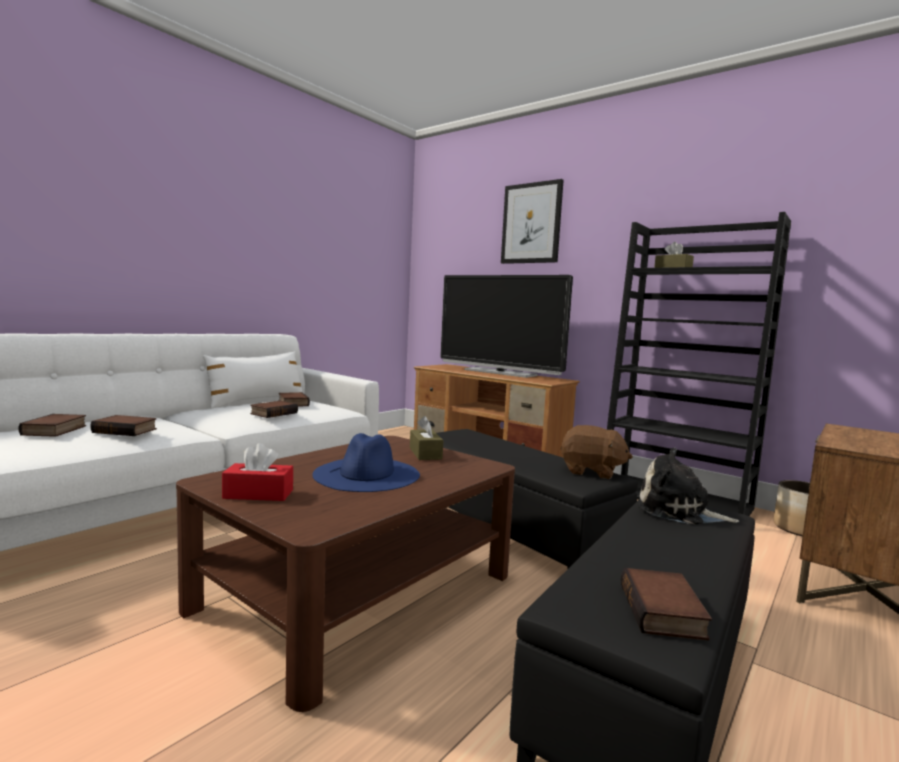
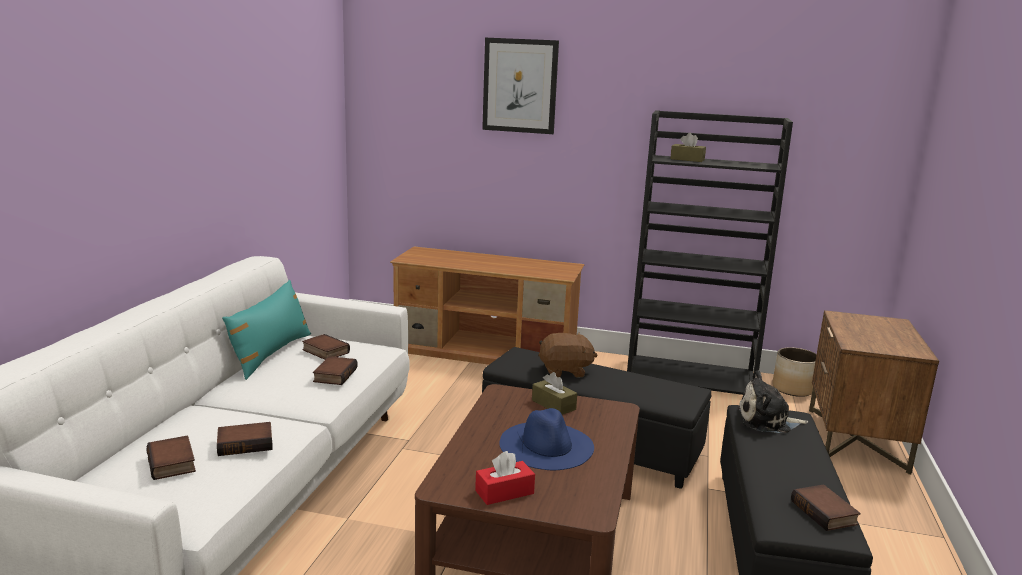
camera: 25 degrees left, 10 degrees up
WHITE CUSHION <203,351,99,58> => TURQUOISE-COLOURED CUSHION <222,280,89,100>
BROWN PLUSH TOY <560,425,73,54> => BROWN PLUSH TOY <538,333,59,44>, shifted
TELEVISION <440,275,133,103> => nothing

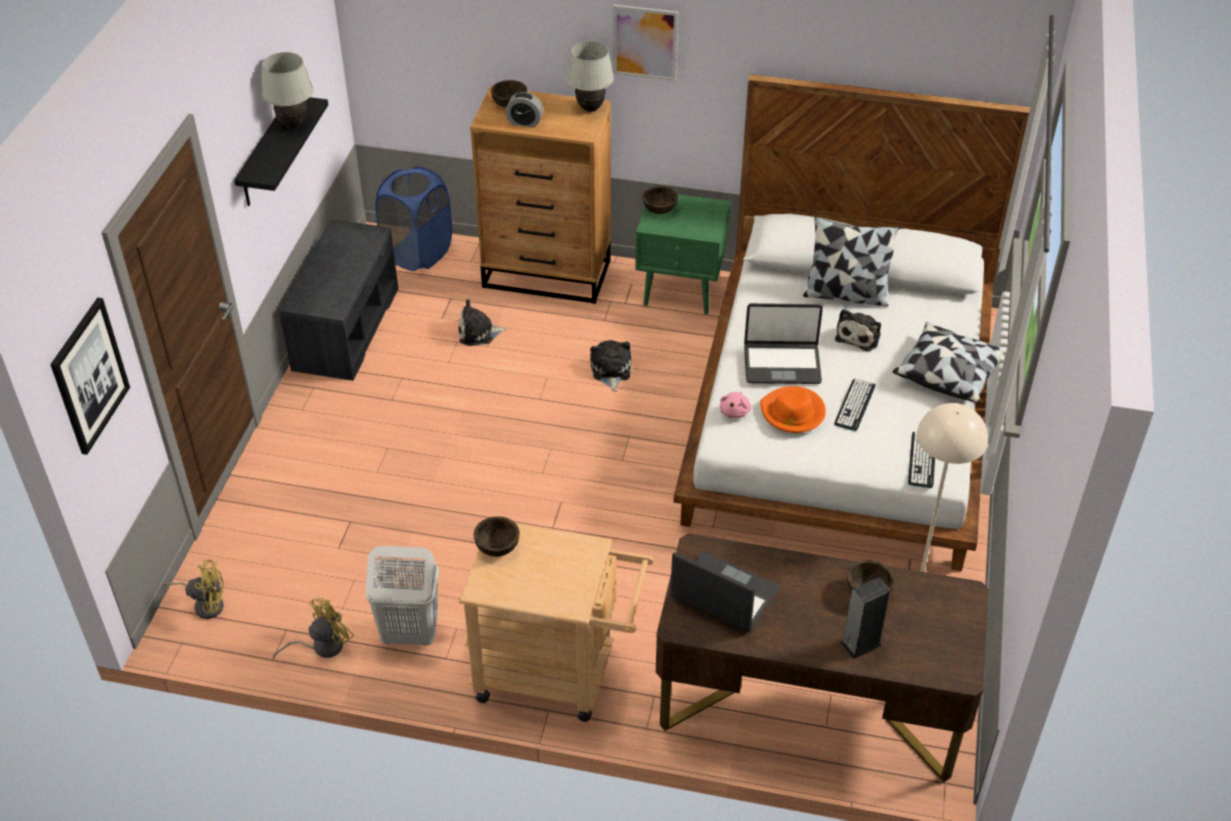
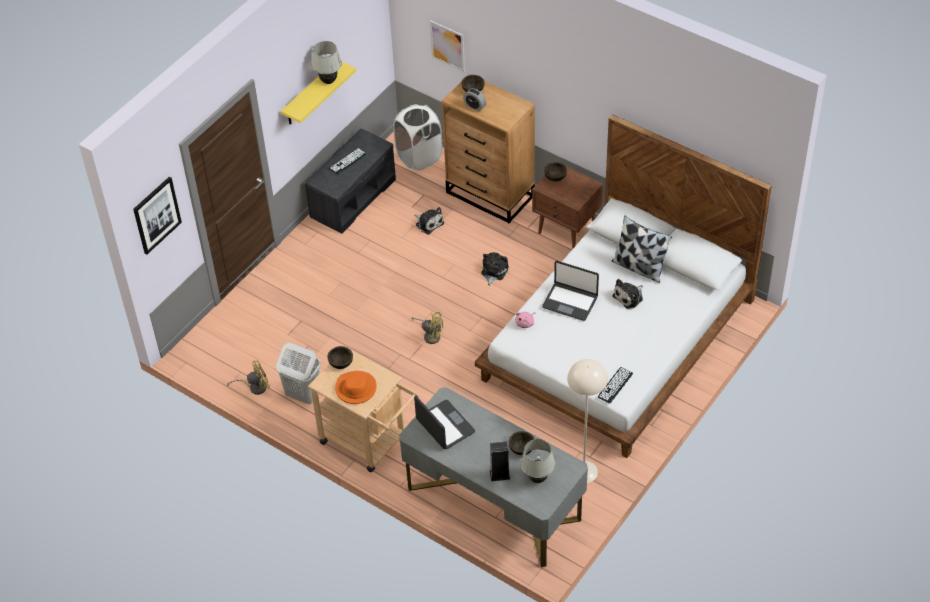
camera: 25 degrees right, 5 degrees up
BLACK BRACKET SHELF <234,97,94,109> => YELLOWISH BRACKET SHELF <281,62,75,62>
KEYBOARD <834,378,42,53> => KEYBOARD <329,148,38,27>, shifted
ORANGE-COLOURED HAT <760,386,66,47> => ORANGE-COLOURED HAT <335,371,41,33>, shifted
BLUE-COLOURED LAUNDRY BASKET <375,166,77,105> => WHITE LAUNDRY BASKET <393,104,50,67>
BROWN DESK <656,534,333,248> => GREY DESK <399,387,189,180>
YELLOWISH COOLING FAN <163,559,61,60> => YELLOWISH COOLING FAN <412,312,31,32>, shifted
PLUSH TOY <458,299,50,47> => PLUSH TOY <414,207,30,28>, 150 degrees counterclockwise
WALL ART <613,5,65,76> => WALL ART <430,20,35,52>, shifted
WHITE LAMP FOR A TABLE <567,41,47,71> => WHITE LAMP FOR A TABLE <520,439,35,44>, shifted
GREEN NIGHTSTAND <635,194,96,121> => BROWN NIGHTSTAND <532,166,71,83>
CUSHION <892,322,112,81> => nothing

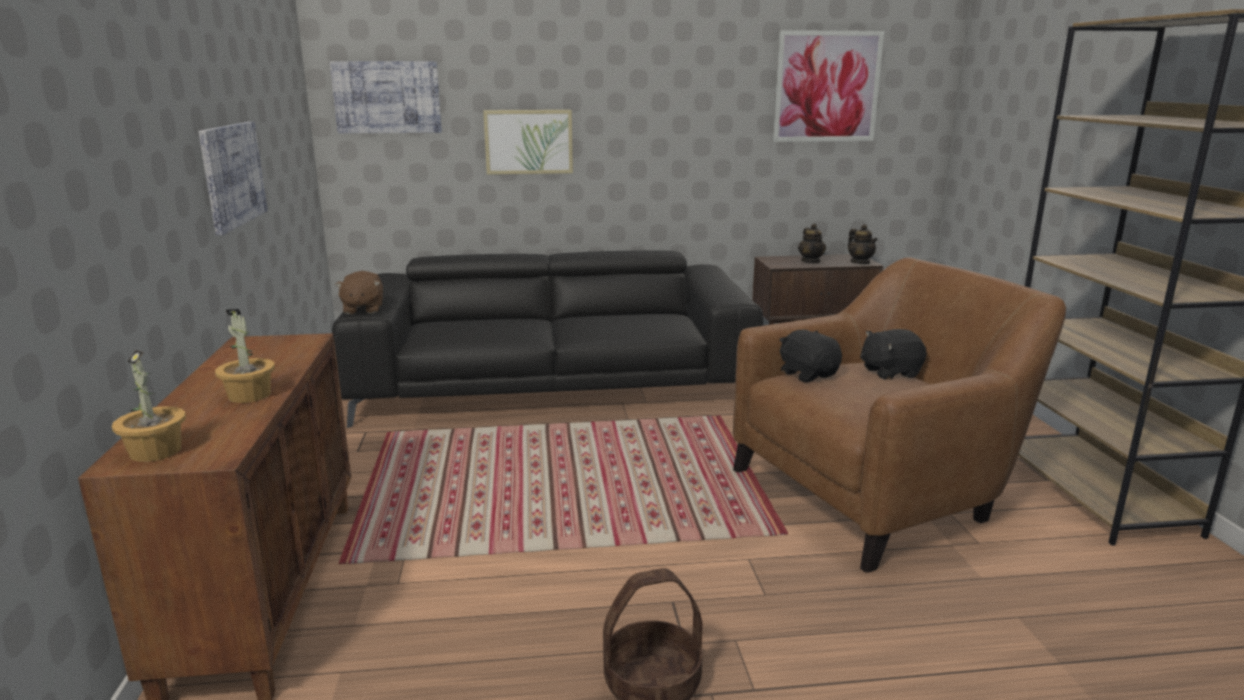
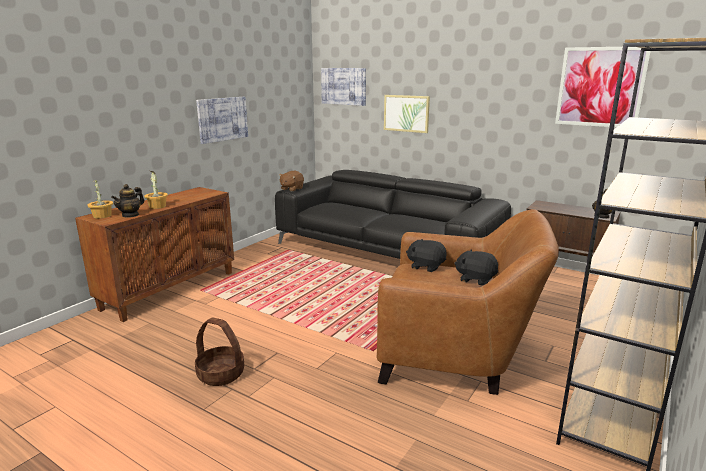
camera: 40 degrees right, 0 degrees up
TEA POT <798,223,28,40> => TEA POT <111,184,33,34>, shifted
BLACK PLUSH TOY <779,330,63,52> => BLACK PLUSH TOY <406,239,41,33>, 75 degrees counterclockwise

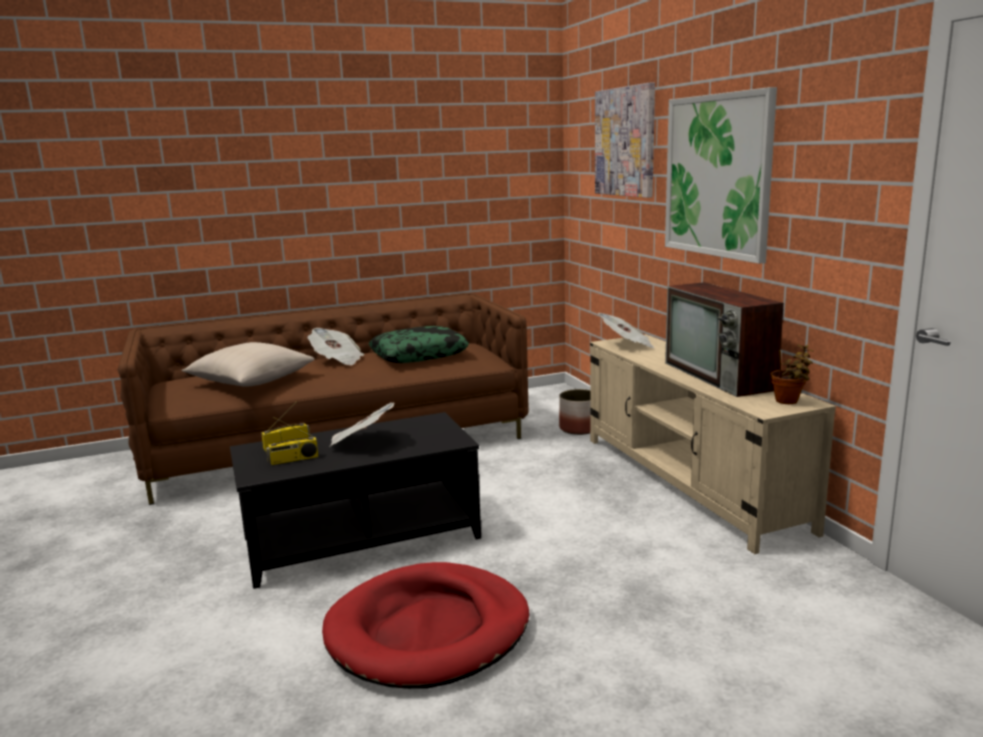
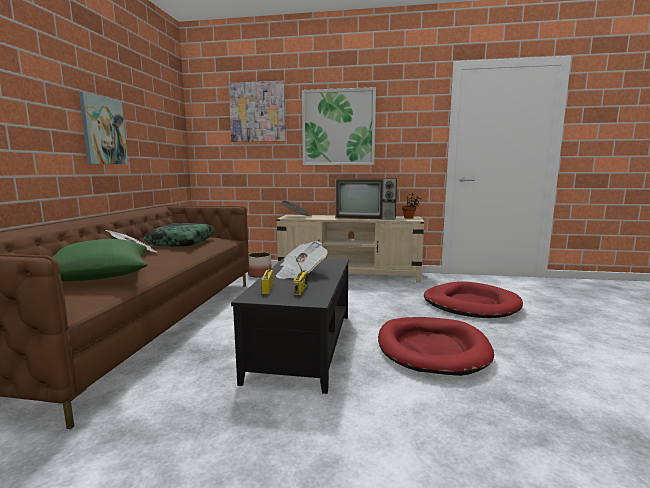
camera: 60 degrees left, 5 degrees down
BEIGE CUSHION <182,342,133,45> => GREEN CUSHION <52,239,95,42>
nothing => WALL ART <79,92,49,73>
nothing => RED DOG BED <424,281,99,37>

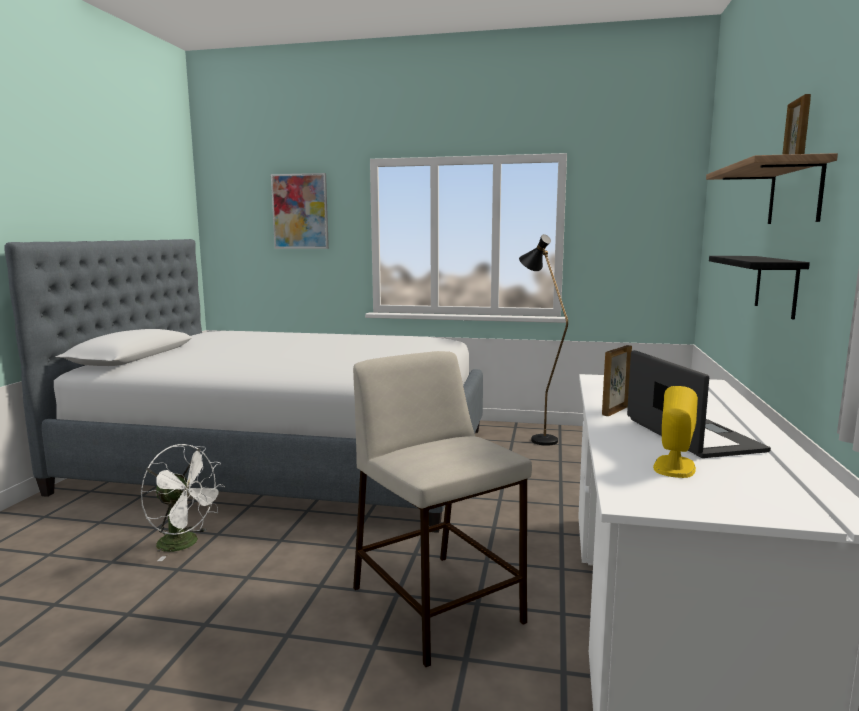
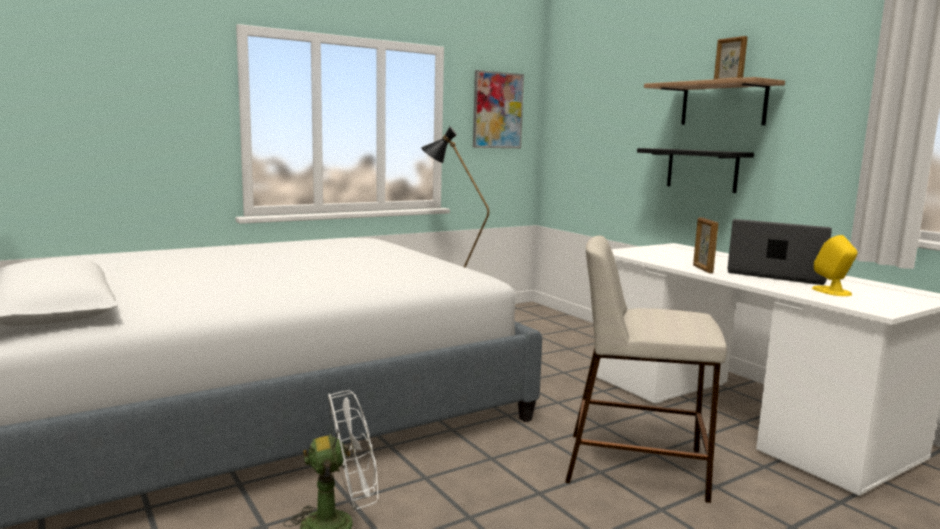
camera: 45 degrees left, 0 degrees up
WALL ART <271,173,58,76> => WALL ART <473,70,51,78>, shifted

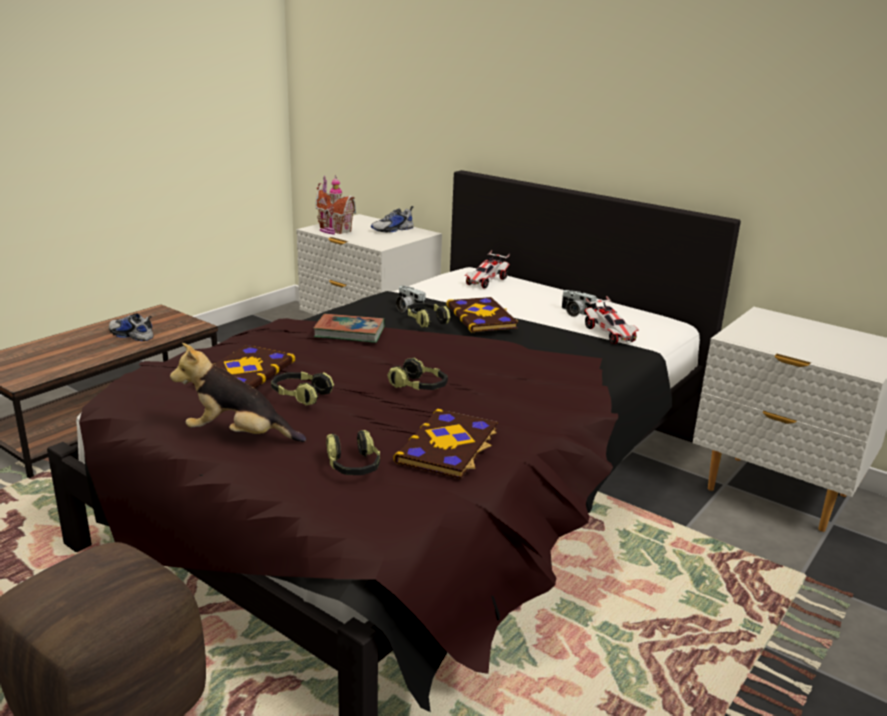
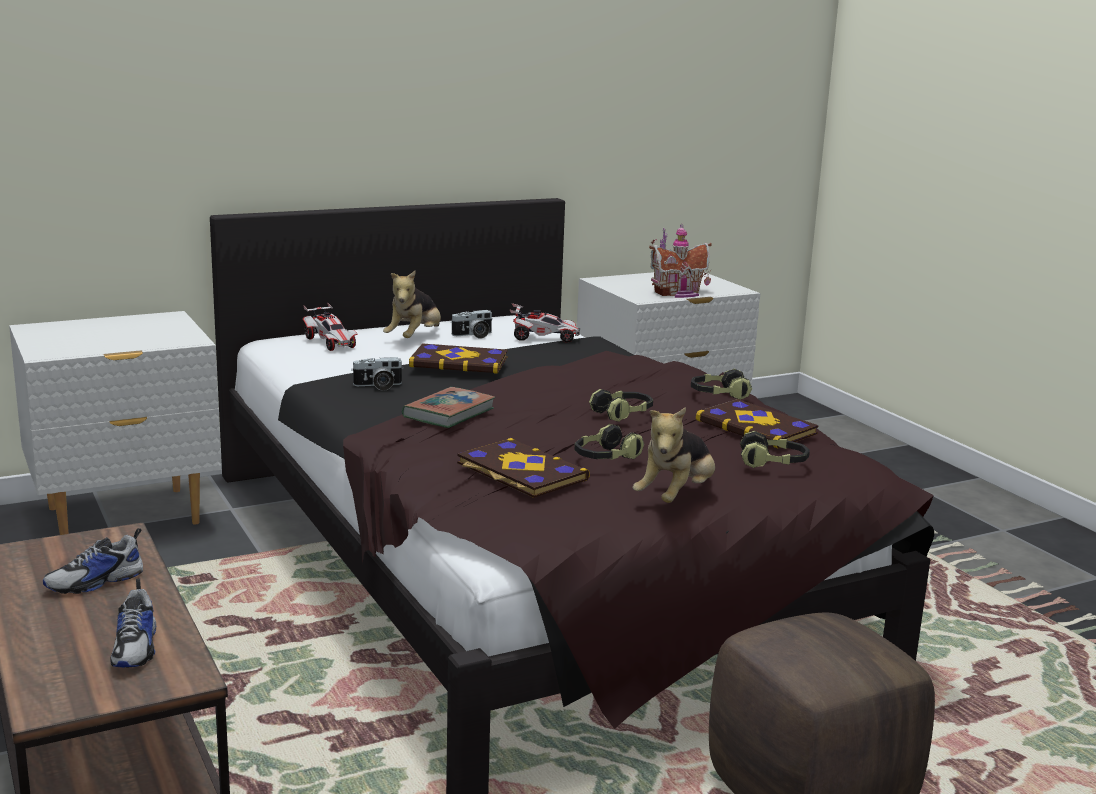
camera: 65 degrees left, 5 degrees down
LOW SHOE <371,206,43,27> => LOW SHOE <110,578,46,90>, shifted
nothing => PLUSH TOY <383,271,58,67>
TOY HOUSE <315,175,41,60> => TOY HOUSE <649,224,63,74>, shifted
HEADPHONES <407,303,43,25> => HEADPHONES <691,368,61,32>, shifted

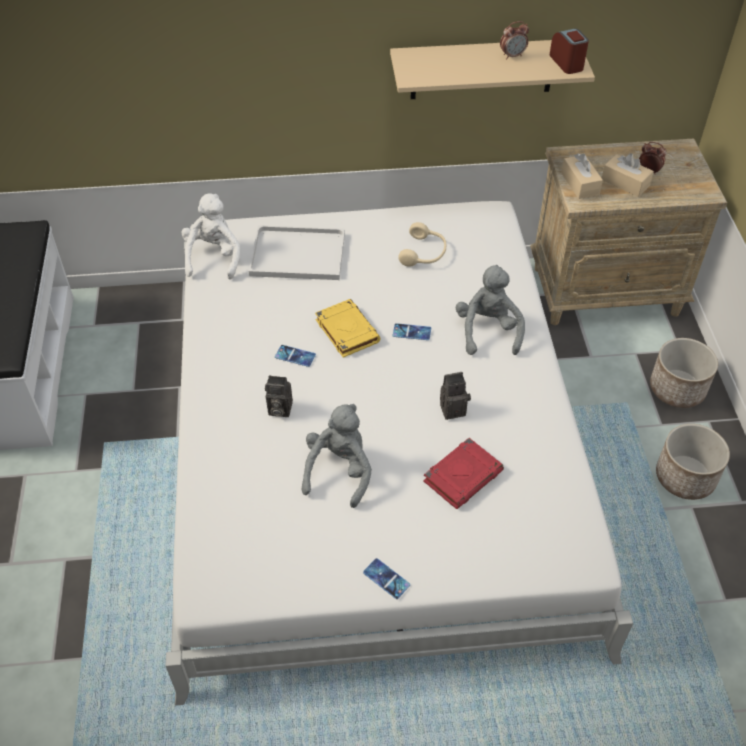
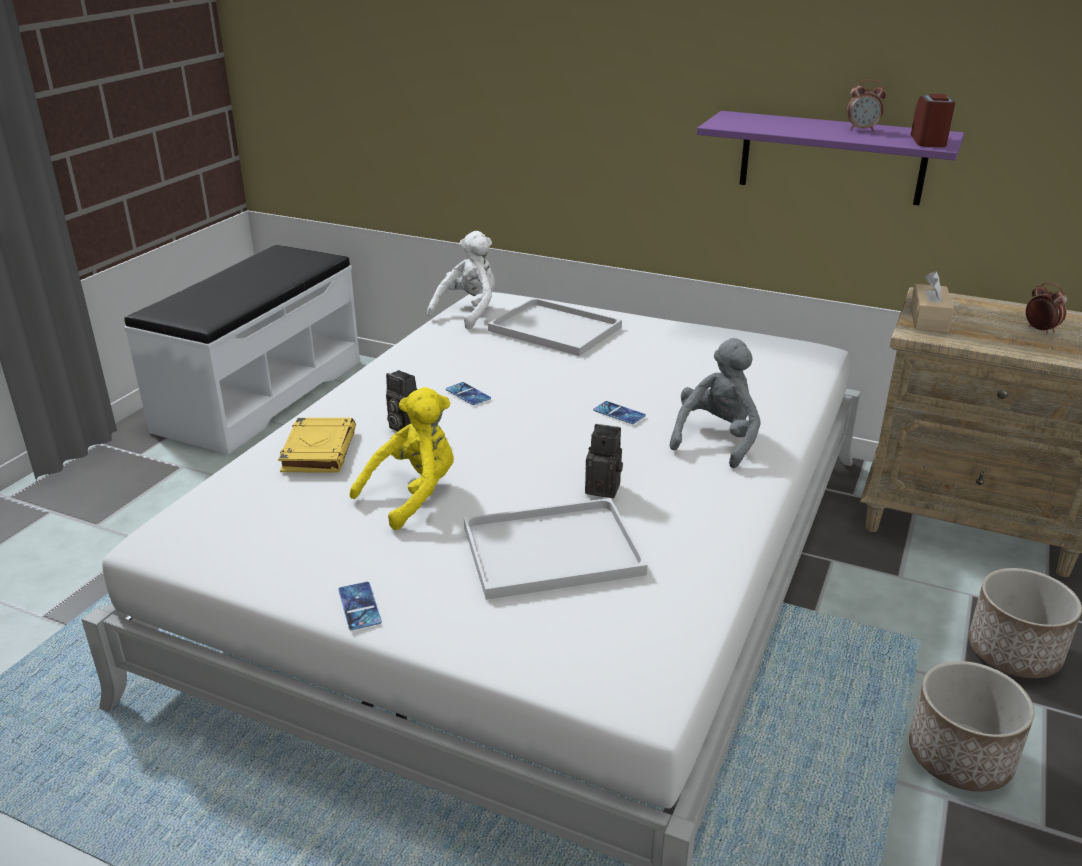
camera: 30 degrees right, 20 degrees down
YELLOWISH BOUND BOOK <315,299,66,58> => YELLOWISH BOUND BOOK <278,418,78,55>, shifted
GREY PLUSH TOY <302,404,70,104> => YELLOWISH PLUSH TOY <350,387,104,143>
RED BOUND BOOK <423,438,81,71> => WHITE TRAY <464,498,183,102>
BEIGE BRACKET SHELF <390,40,205,59> => PURPLE BRACKET SHELF <697,111,267,94>
BEIGE HEADPHONES <398,222,48,45> => nothing
BEIGE BOX OF TISSUES <602,153,52,44> => nothing

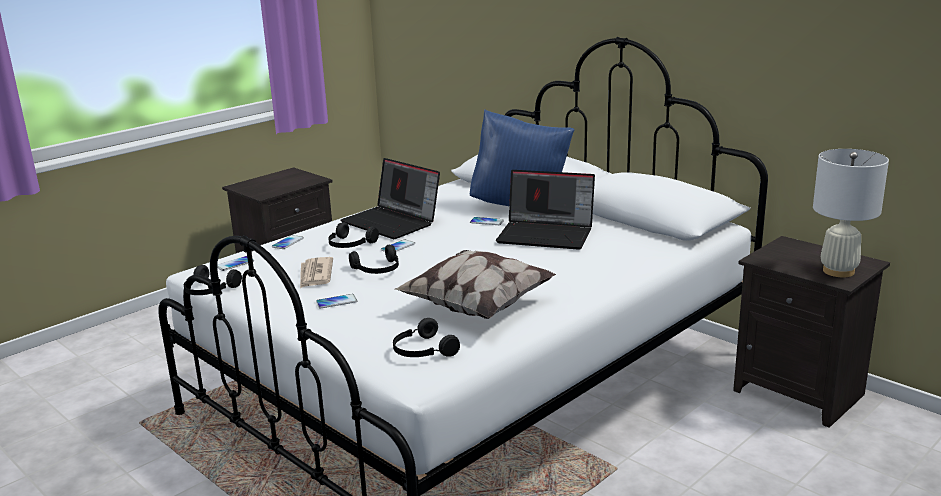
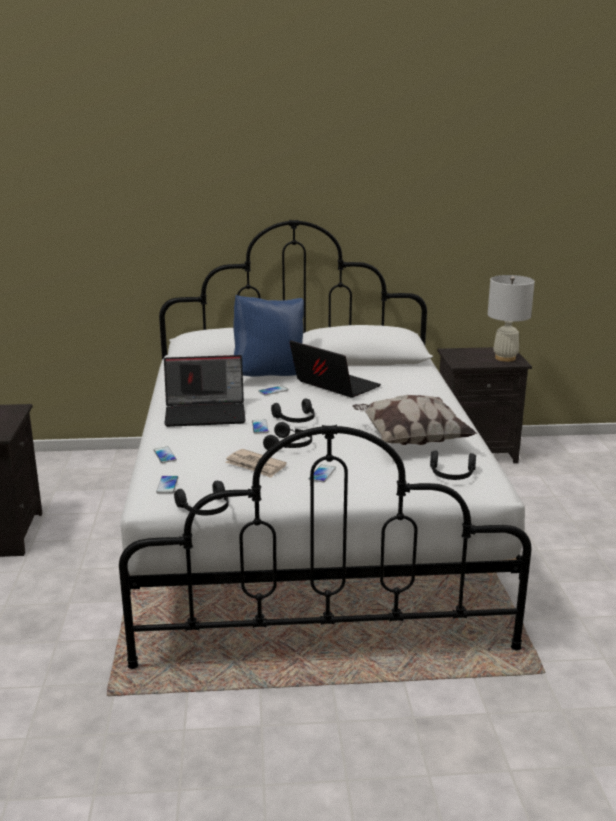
camera: 50 degrees left, 0 degrees up
BLACK HEADPHONES <328,222,51,26> => BLACK HEADPHONES <271,399,43,24>, shifted
LAPTOP <496,170,99,80> => LAPTOP <290,340,91,58>, 105 degrees counterclockwise

